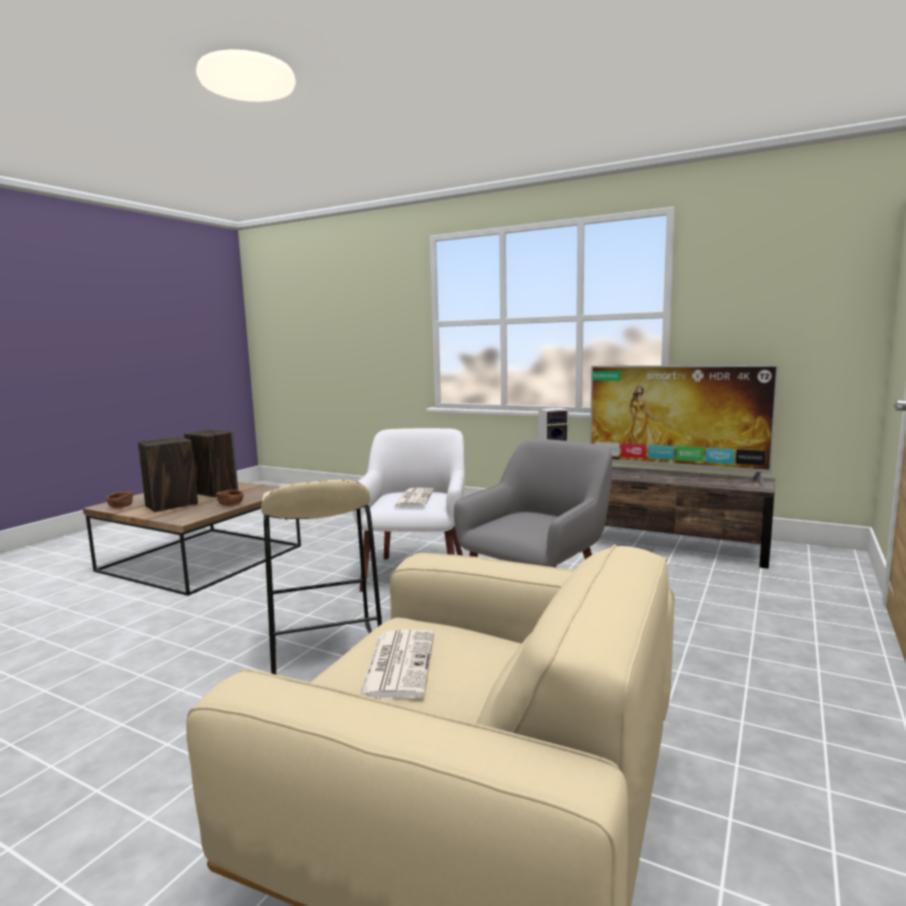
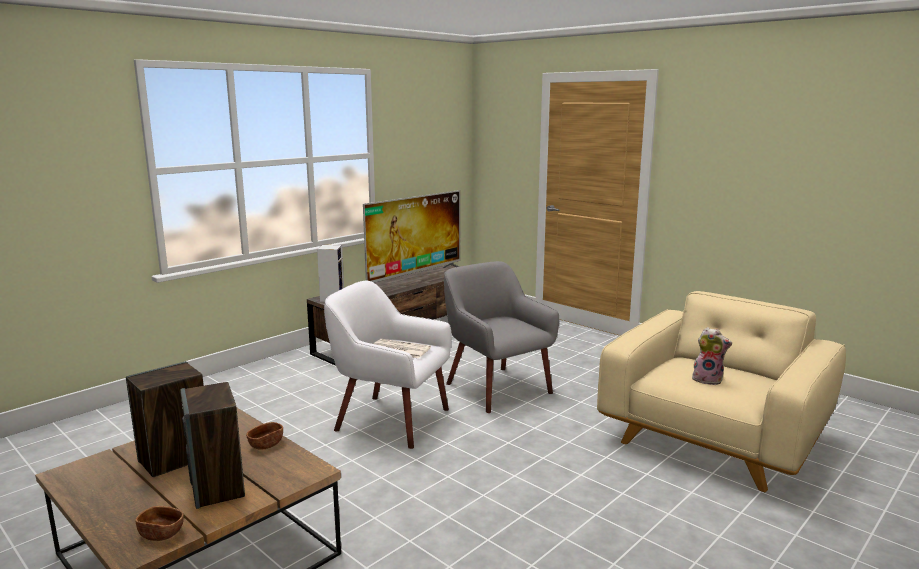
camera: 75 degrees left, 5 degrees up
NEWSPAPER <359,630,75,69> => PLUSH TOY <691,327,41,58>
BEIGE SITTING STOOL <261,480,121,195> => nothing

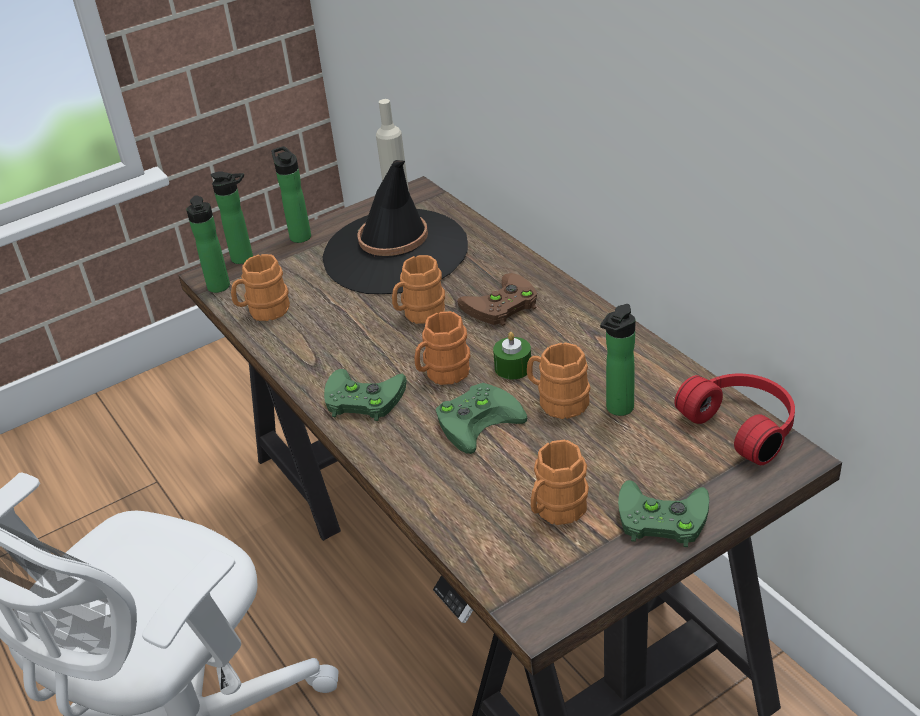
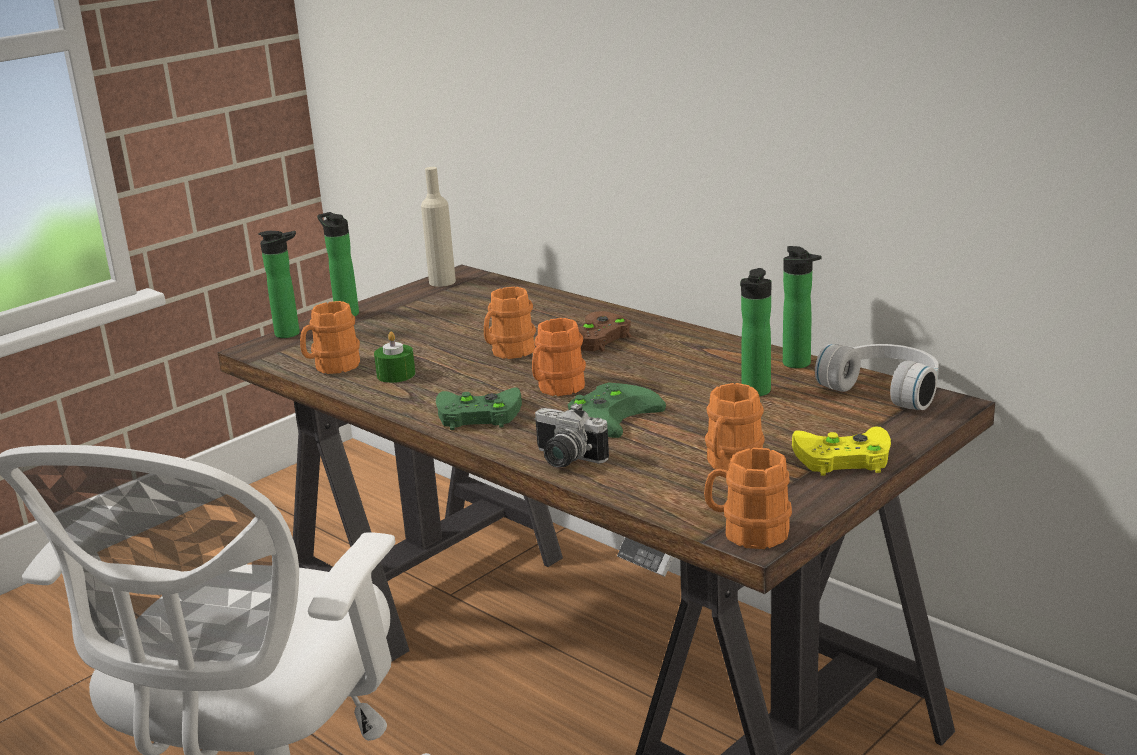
camera: 15 degrees left, 15 degrees down
GREEN WAX CANDLE <493,332,38,48> => GREEN WAX CANDLE <374,332,41,51>, shifted
nothing => STILL CAMERA <534,403,75,64>
ORANGE-COLOURED MUG <527,342,63,77> => ORANGE-COLOURED MUG <704,448,88,101>, shifted
BOTTLE <186,195,44,98> => BOTTLE <783,246,39,122>, shifted
GREEN GAME CONTROLLER <618,480,91,67> => YELLOWISH GAME CONTROLLER <792,426,99,50>
RED HEADPHONES <674,374,121,91> => WHITE HEADPHONES <815,344,124,66>
BLACK HAT <323,160,145,134> => nothing

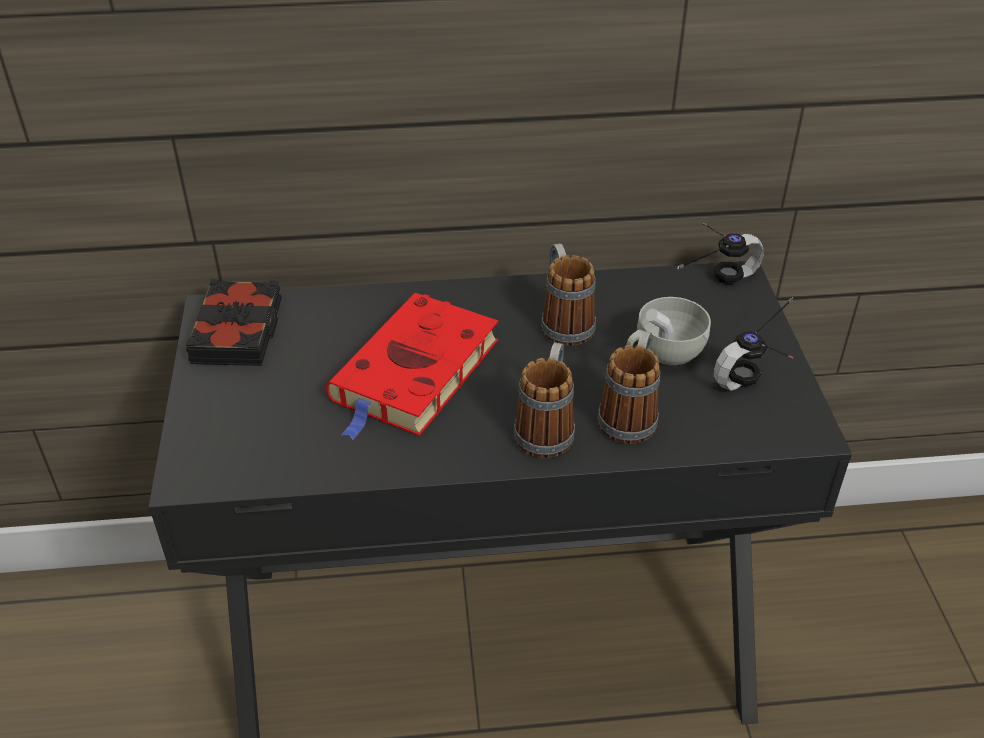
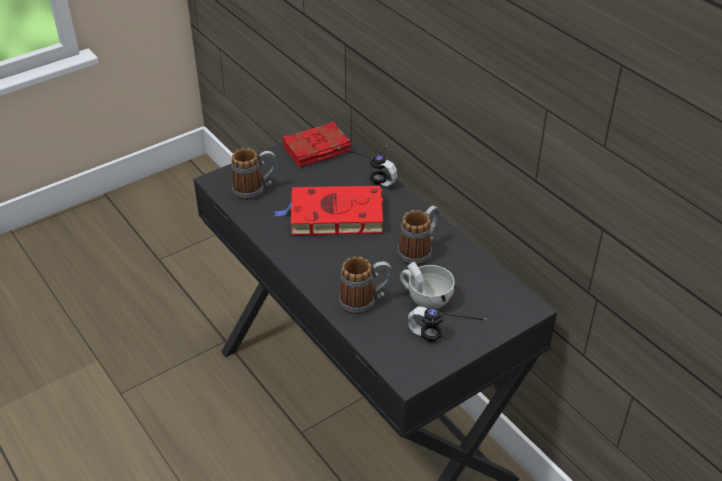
camera: 60 degrees right, 0 degrees up
MUG <514,342,61,116> => MUG <231,148,46,52>, shifted
BLACK BOUND BOOK <186,279,96,87> => RED BOUND BOOK <283,121,68,46>
HEADPHONES <677,223,87,62> => HEADPHONES <337,145,60,42>, shifted

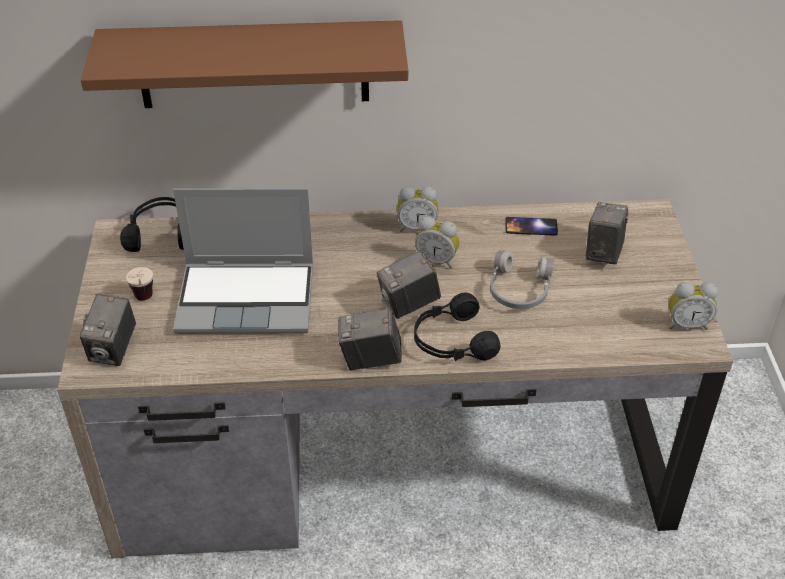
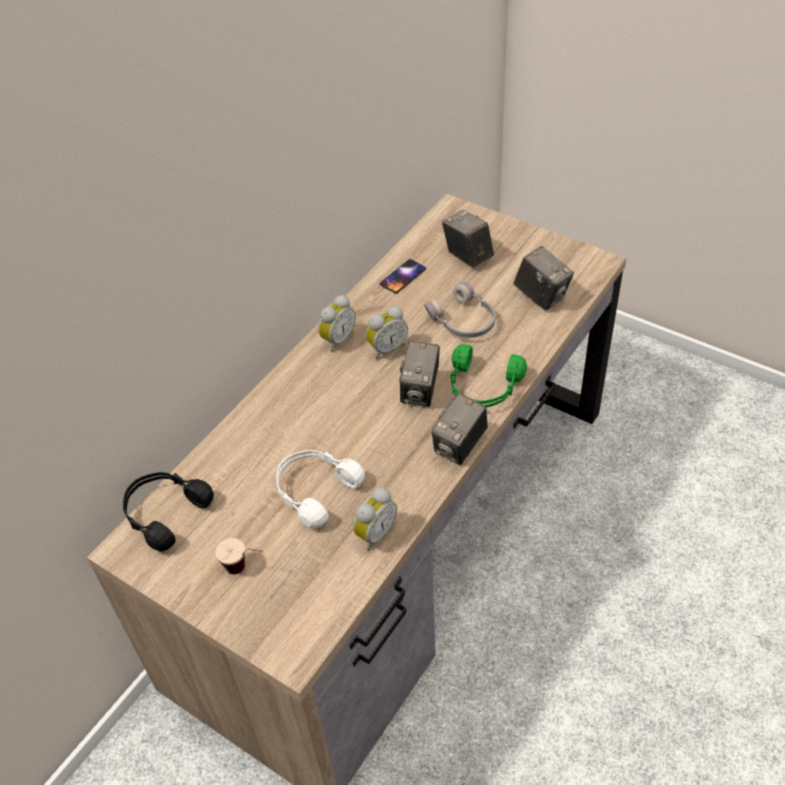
camera: 50 degrees left, 5 degrees up
LAPTOP <173,188,140,146> => WHITE HEADPHONES <276,450,89,78>
BEDSIDE CLOCK <669,282,49,48> => BEDSIDE CLOCK <353,487,44,64>, shifted
BLACK HEADPHONES <414,292,87,69> => GREEN HEADPHONES <451,344,76,63>
STILL CAMERA <80,293,56,73> => STILL CAMERA <514,246,60,65>, shifted
BROWN BRACKET SHELF <81,20,327,88> => nothing

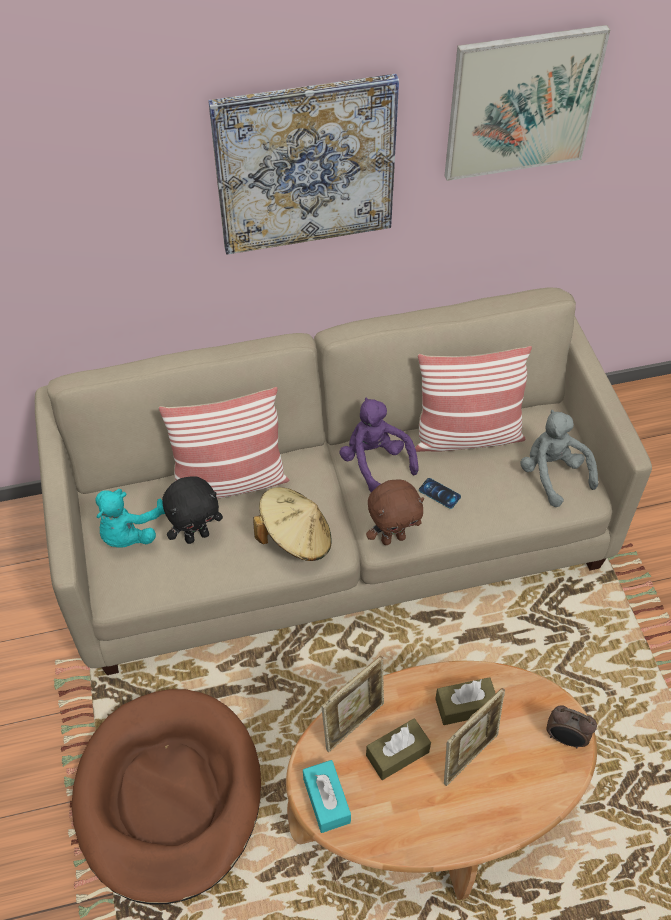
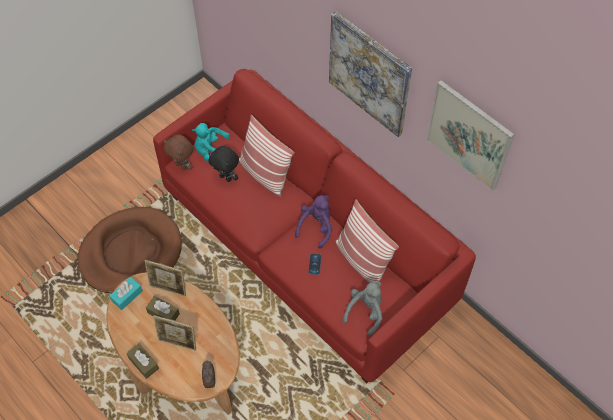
camera: 60 degrees right, 5 degrees up
BROWN BOX OF TISSUES <435,677,61,48> => BROWN BOX OF TISSUES <126,344,33,35>, shifted
BEIGE SOFA <35,288,617,387> => RED SOFA <153,69,323,314>
BROWN PLUSH TOY <366,479,58,66> => BROWN PLUSH TOY <163,134,30,36>, shifted
BEIGE HAT <253,487,79,74> => nothing

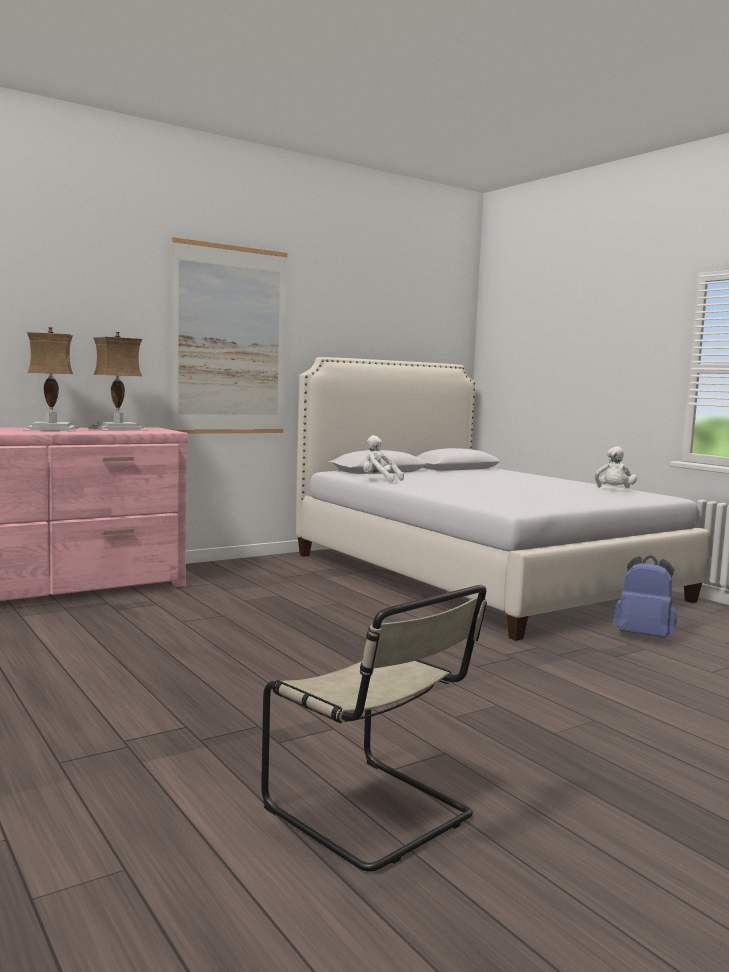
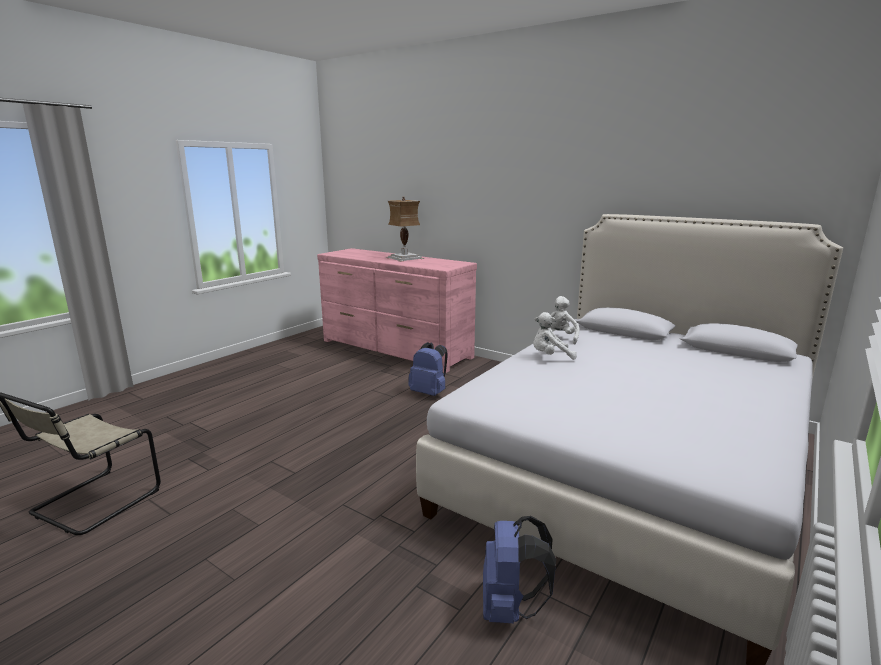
camera: 70 degrees right, 10 degrees up
nothing => BLUE-COLOURED KNAPSACK <408,342,40,54>
WHITE PLUSH TOY <595,446,42,42> => WHITE PLUSH TOY <533,312,44,48>, shifted
LAMP FOR A TABLE <88,332,60,99> => nothing
WALL ART <170,237,117,197> => nothing

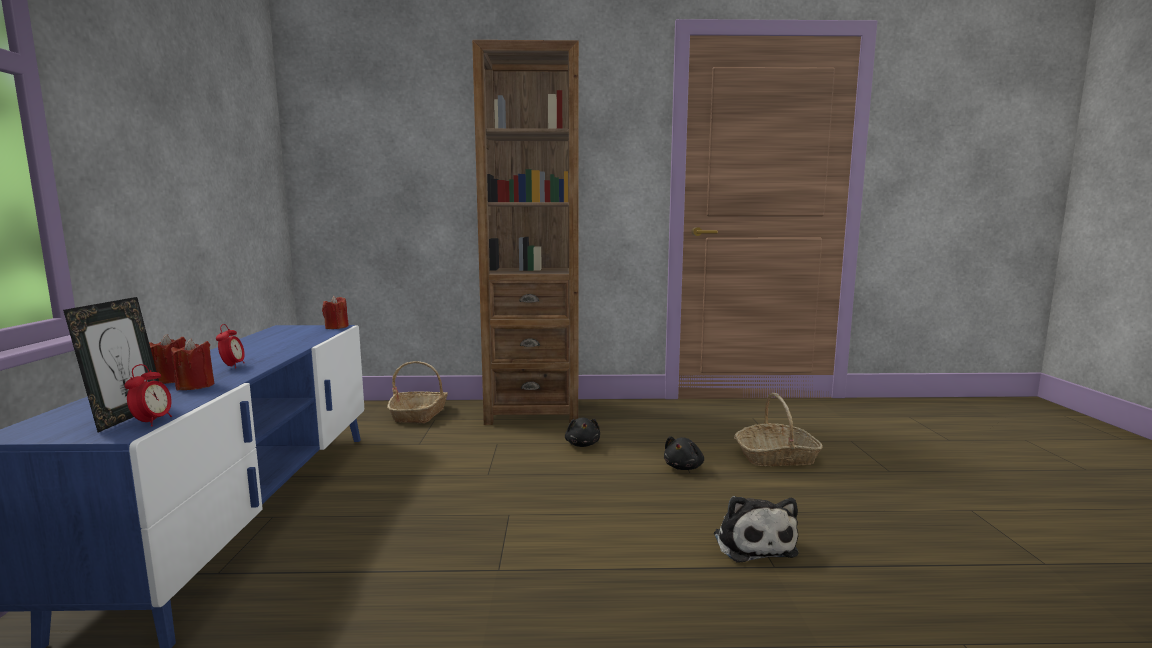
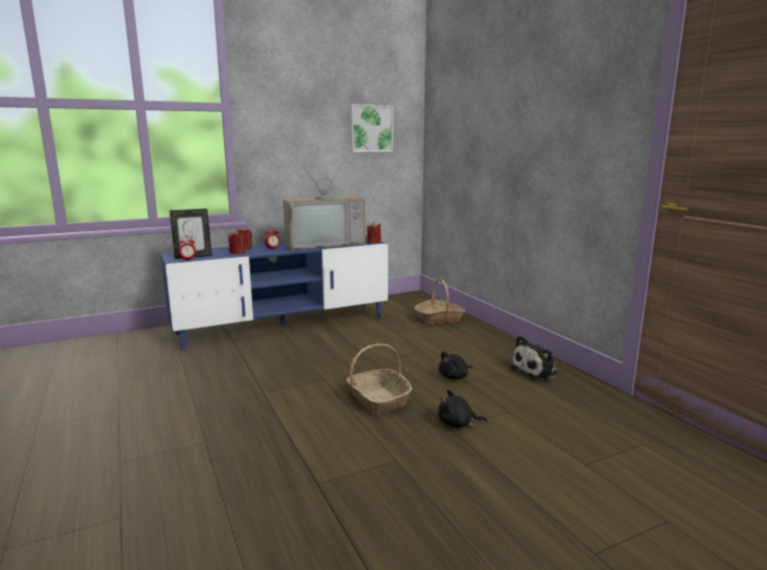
camera: 65 degrees right, 5 degrees up
nothing => TELEVISION <283,158,83,92>
STORAGE BASKET <734,393,89,73> => STORAGE BASKET <346,344,66,70>, shifted
nothing => WALL ART <350,104,43,48>
PLUSH TOY <714,496,85,67> => PLUSH TOY <510,336,49,45>, shifted
BROWN BOOKCASE <472,40,107,385> => nothing

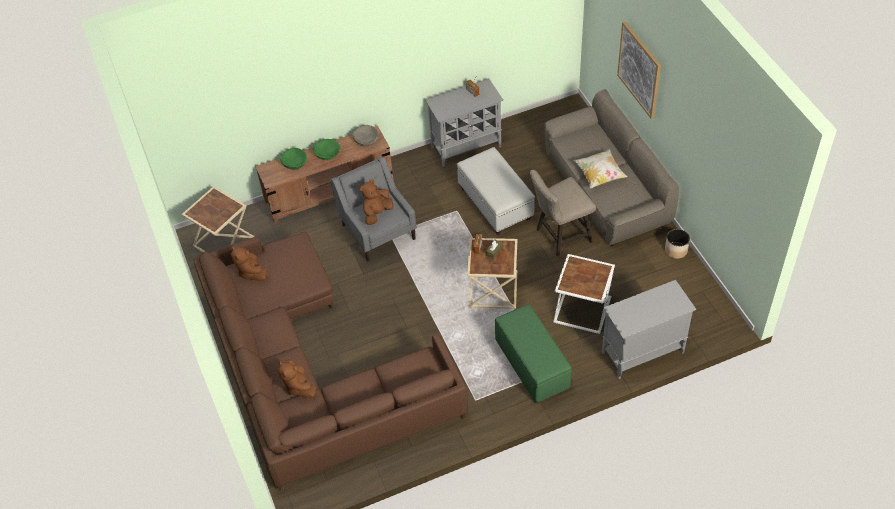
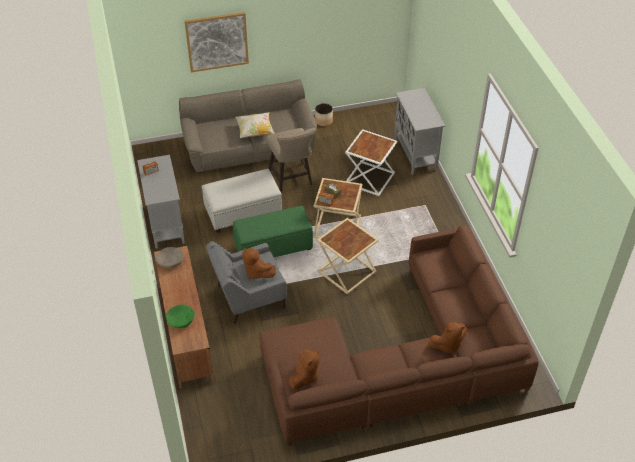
camera: 85 degrees left, 5 degrees down
GREEN POUFFE <495,304,76,99> => GREEN POUFFE <233,206,80,51>, shifted
BROWN PLUSH TOY <231,246,36,35> => BROWN PLUSH TOY <289,350,31,39>, 45 degrees counterclockwise
BEIGE END TABLE <182,186,73,66> => BEIGE END TABLE <317,218,62,76>, shifted
GREEN SERVING BOWL <313,139,27,21> => nothing

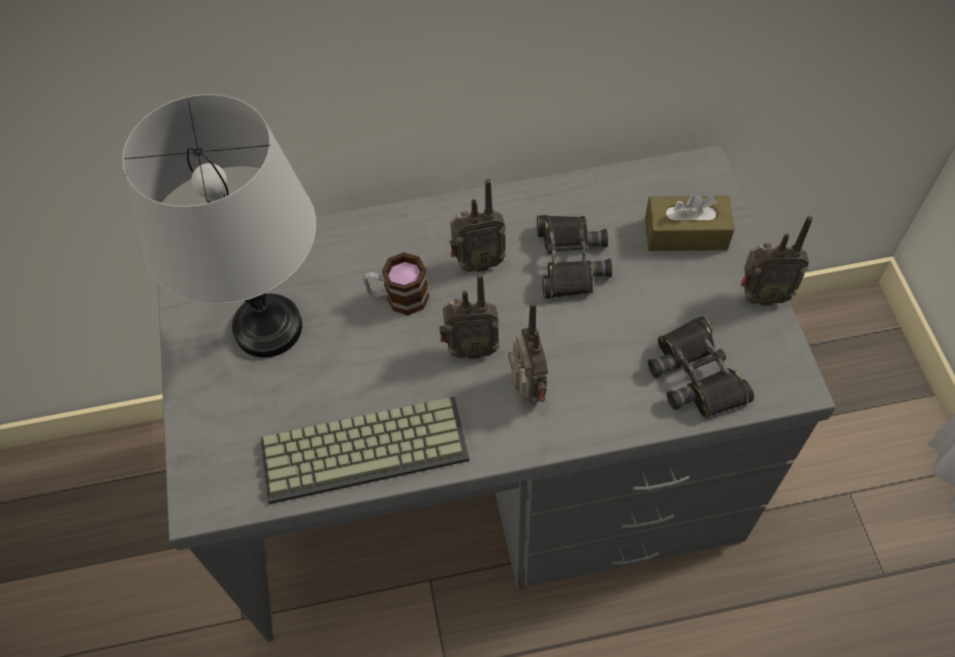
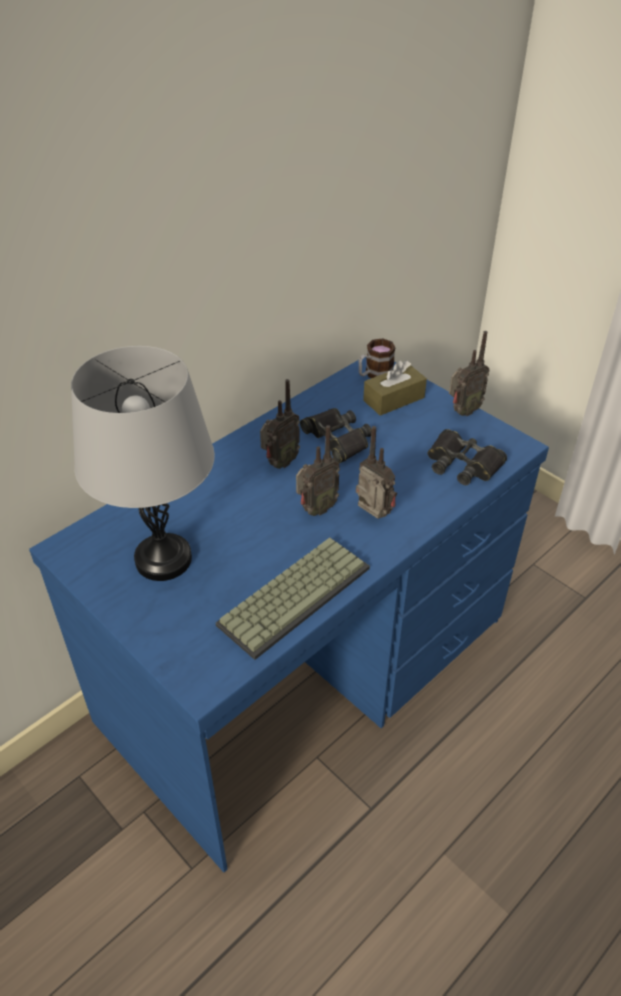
camera: 35 degrees left, 15 degrees down
GREY DESK <158,145,678,497> => BLUE-COLOURED DESK <29,357,520,515>
MUG <363,252,66,63> => MUG <359,338,36,40>, shifted

